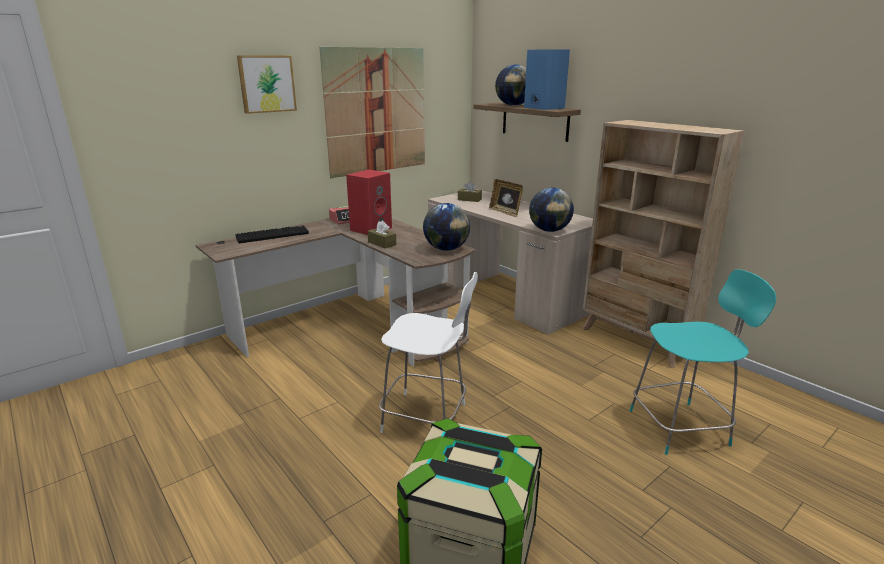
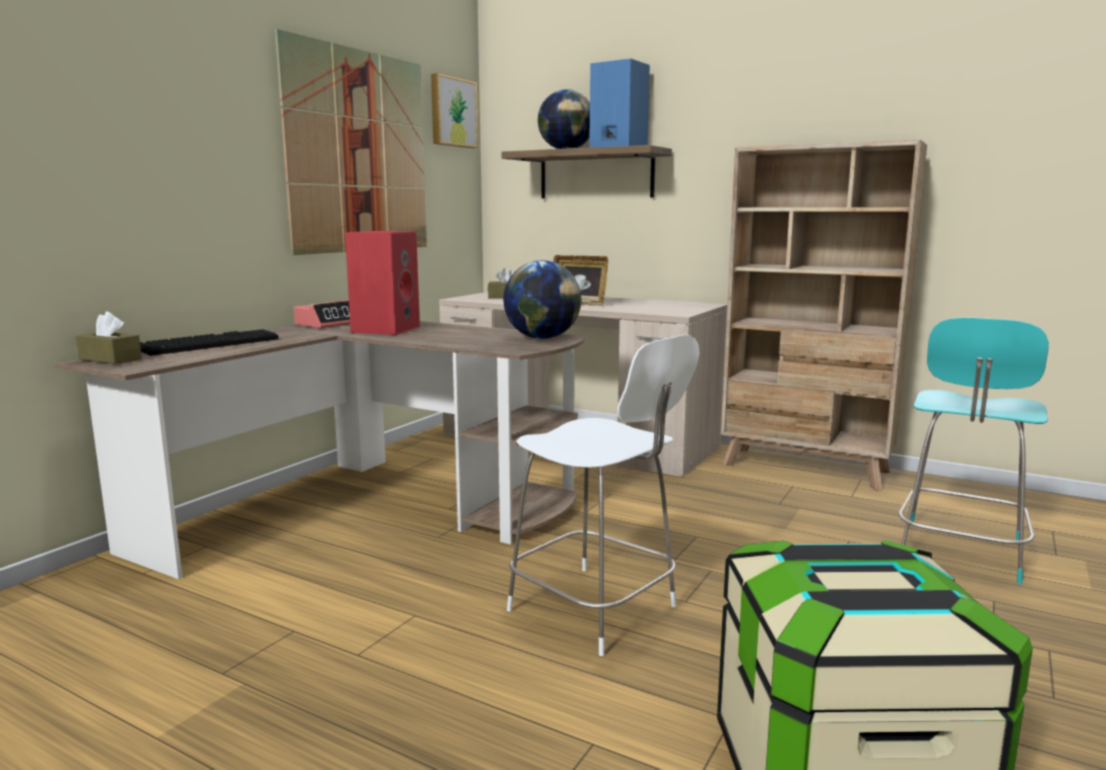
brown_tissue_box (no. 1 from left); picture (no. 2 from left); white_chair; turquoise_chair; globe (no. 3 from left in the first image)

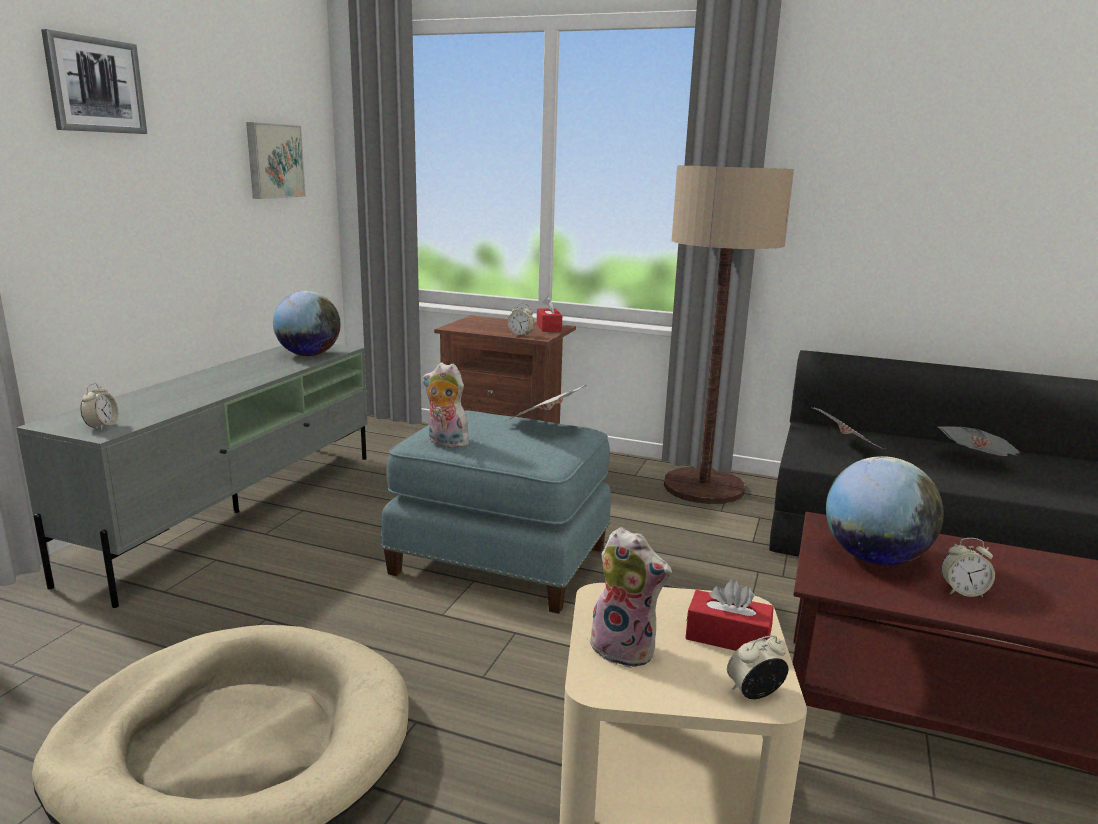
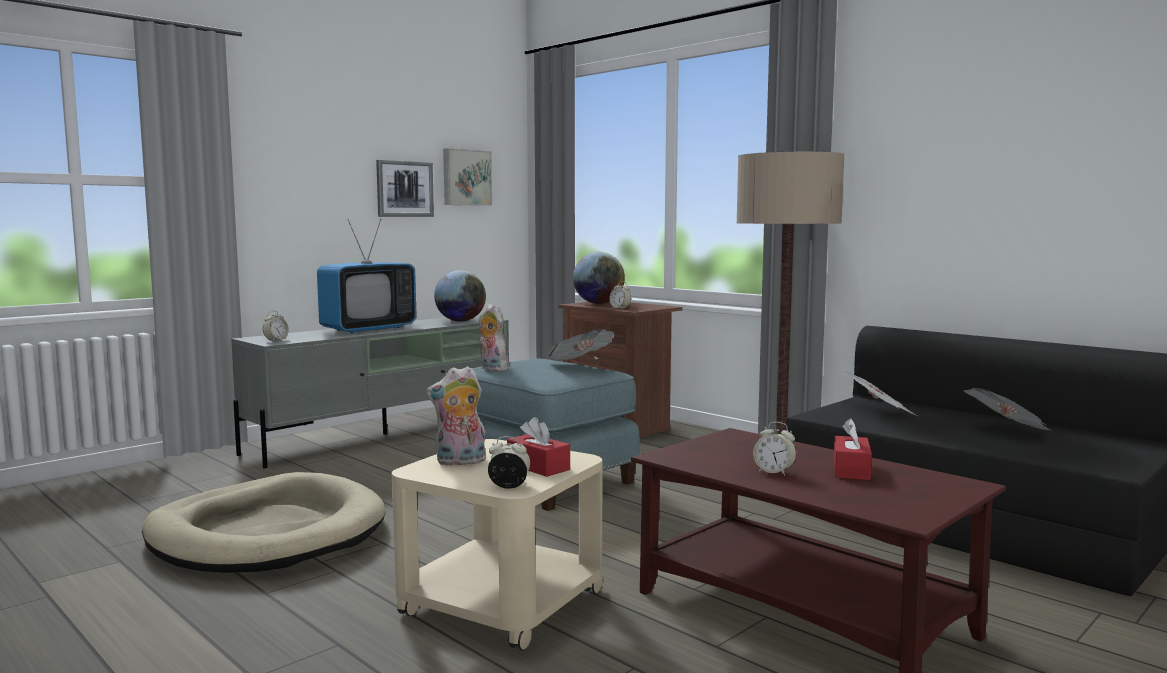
television; picture (no. 1 from left); plush_toy (no. 1 from left); globe (no. 2 from left); red_tissue_box (no. 2 from left)

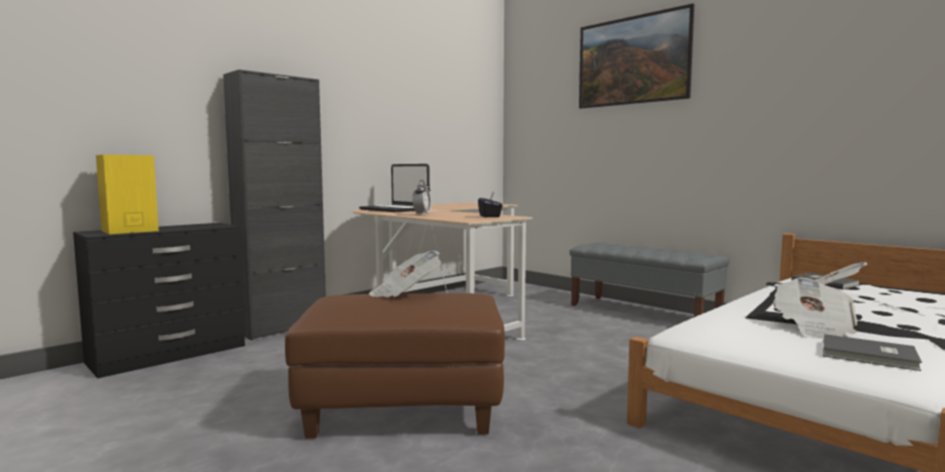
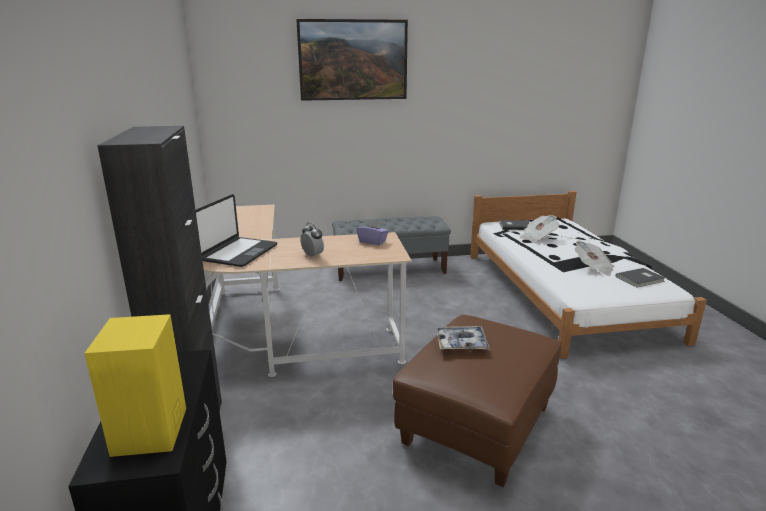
laptop; purple_tissue_box; tray

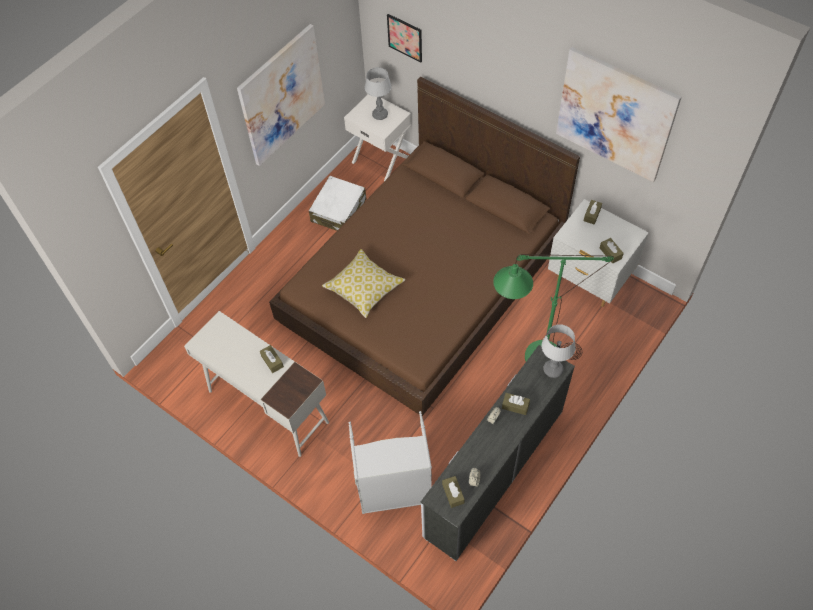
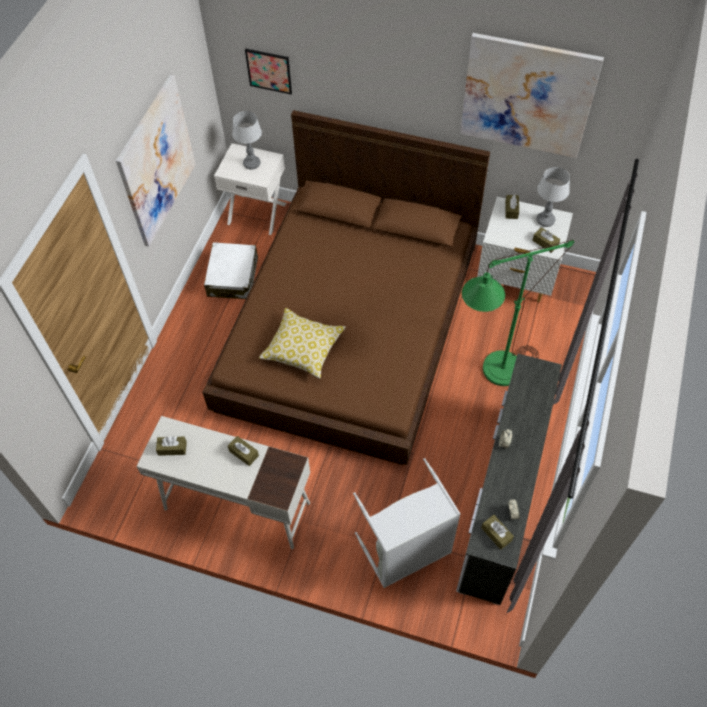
brown_tissue_box (no. 1 from left); table_lamp (no. 2 from left)

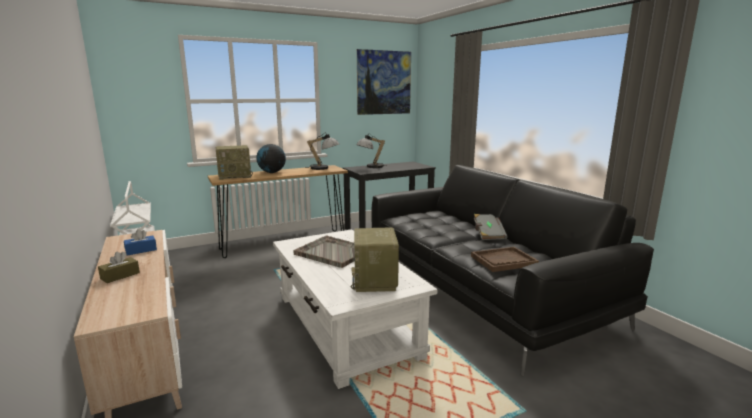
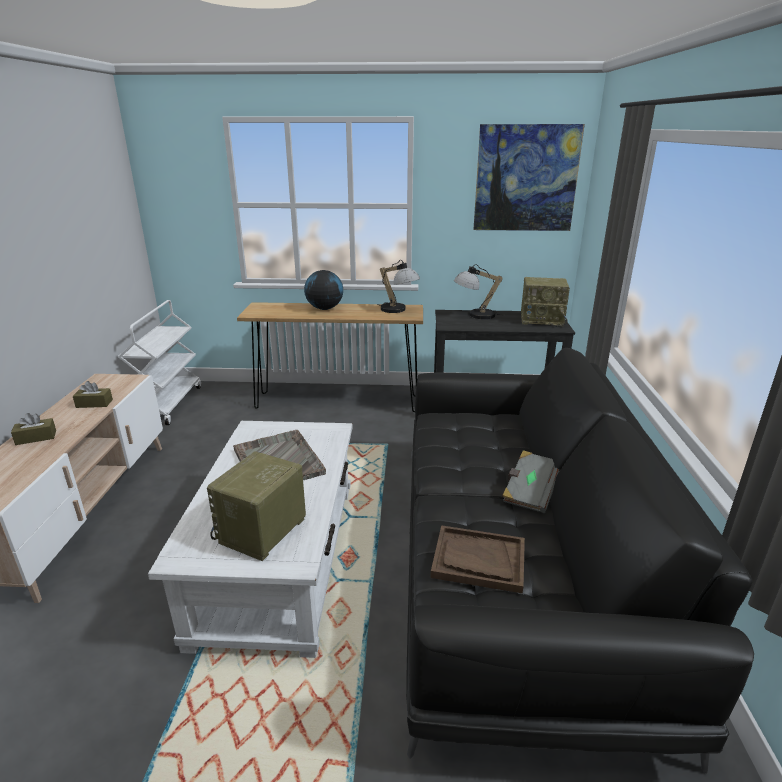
brown_tissue_box (no. 2 from left); radio (no. 2 from left)

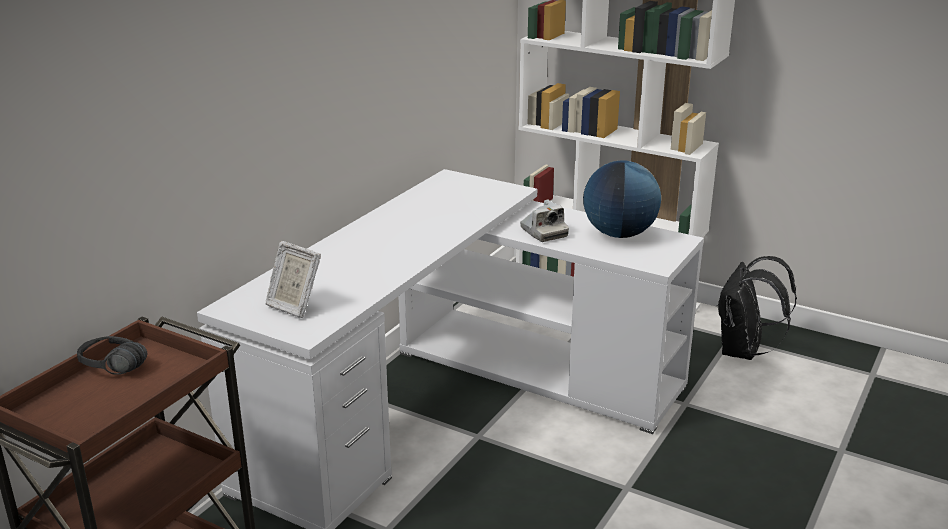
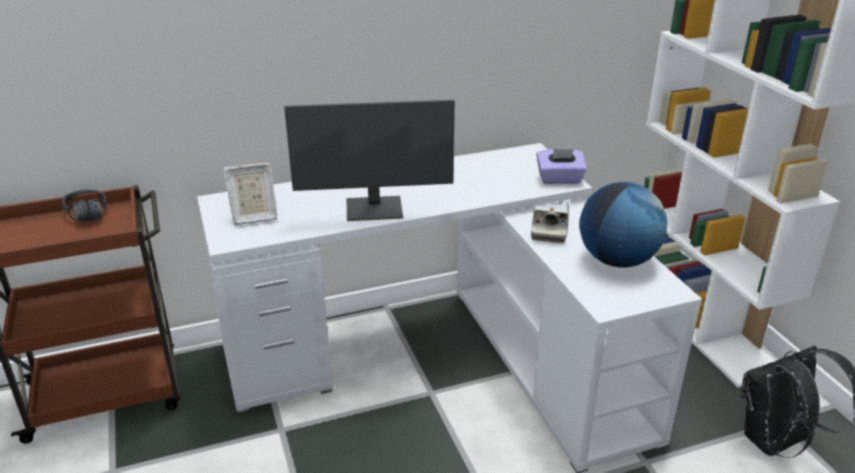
picture_frame; monitor; purple_tissue_box

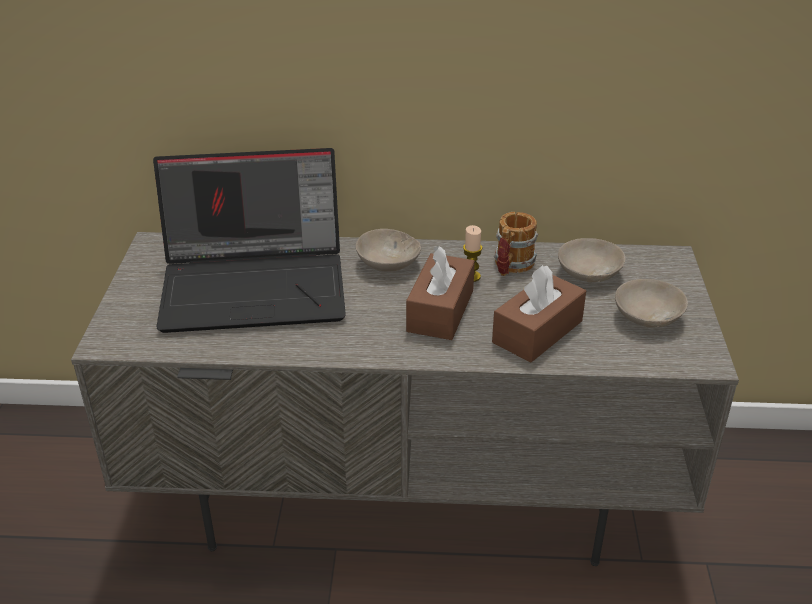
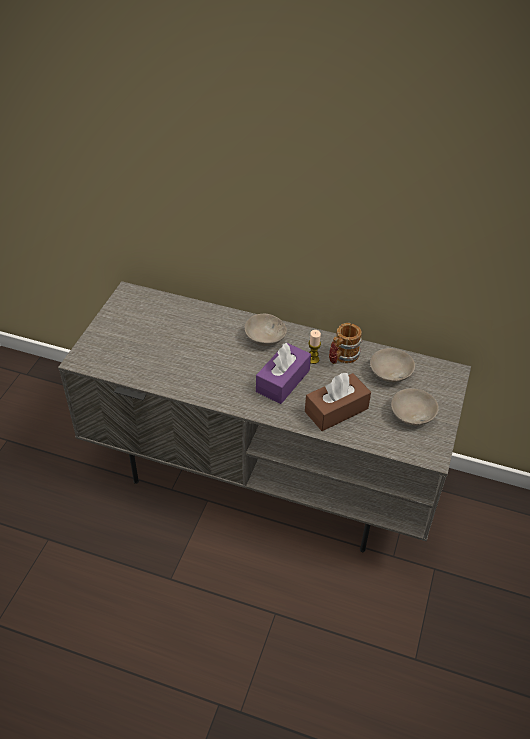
purple_tissue_box; laptop

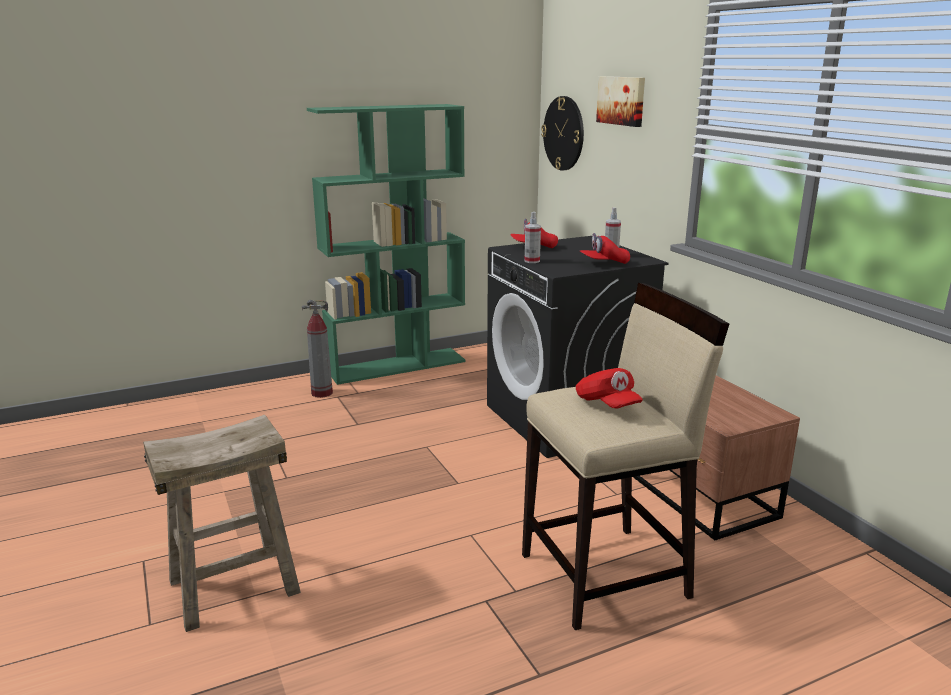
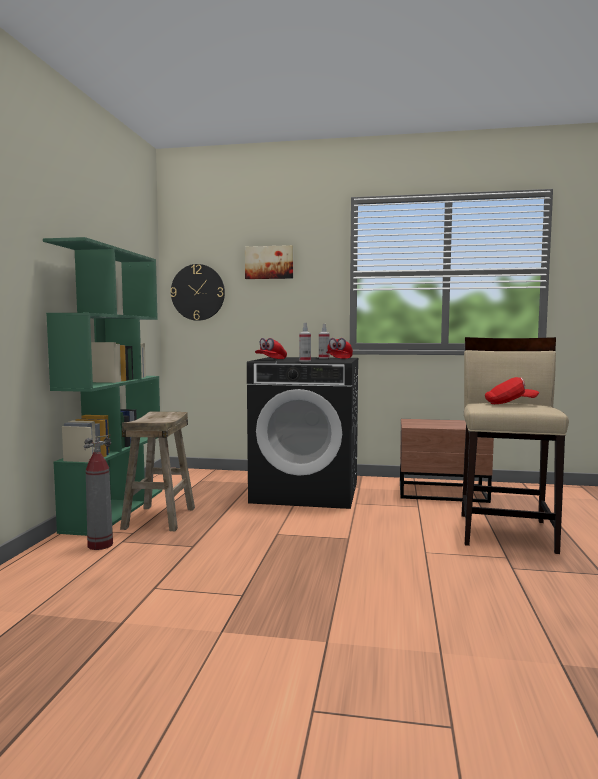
beige_stool (no. 1 from left)

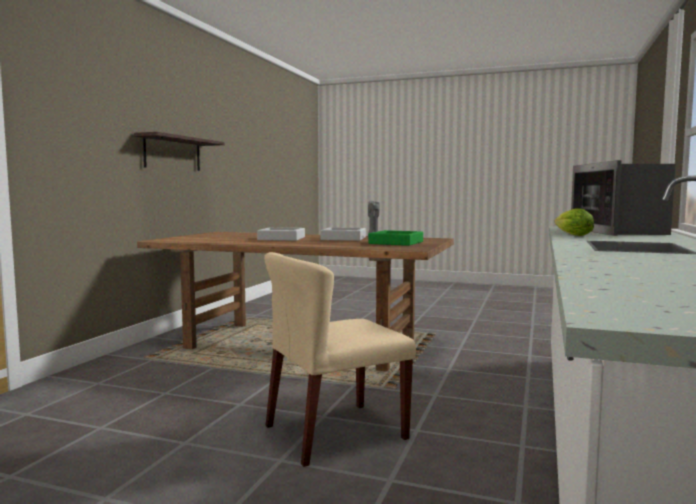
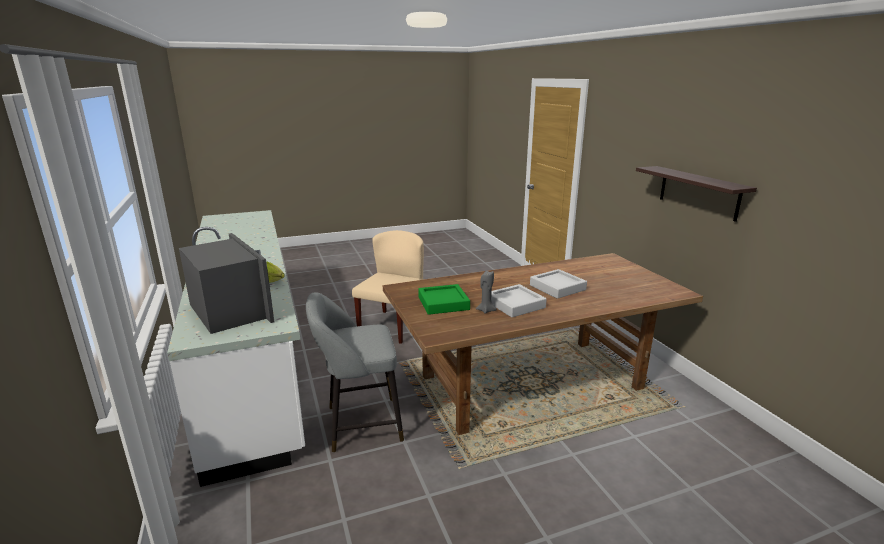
grey_stool

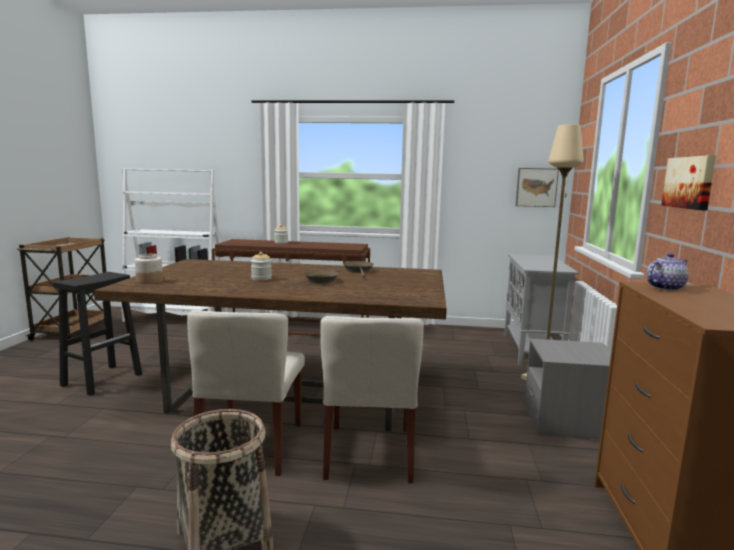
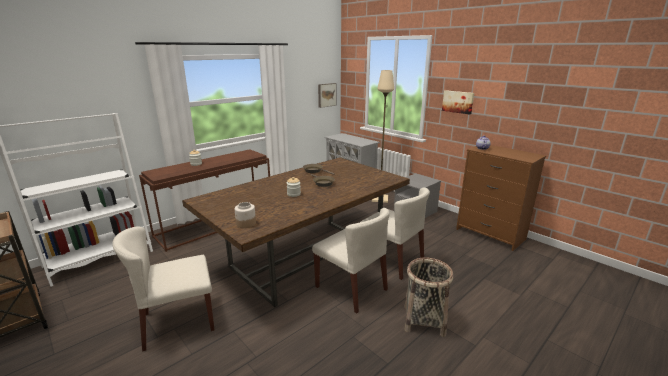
beige_chair (no. 1 from left)

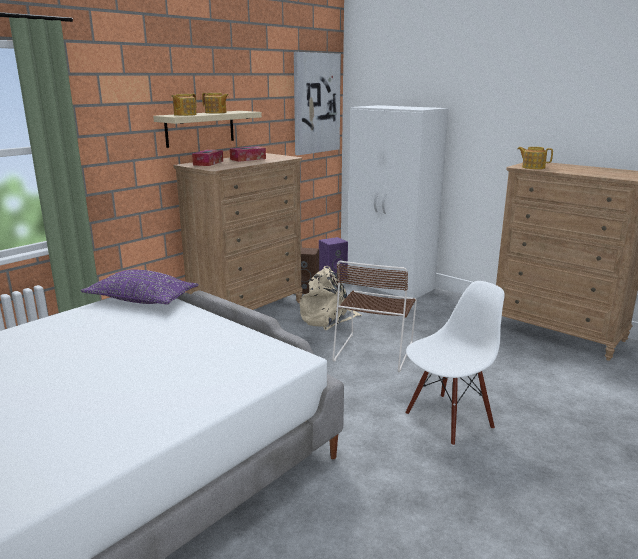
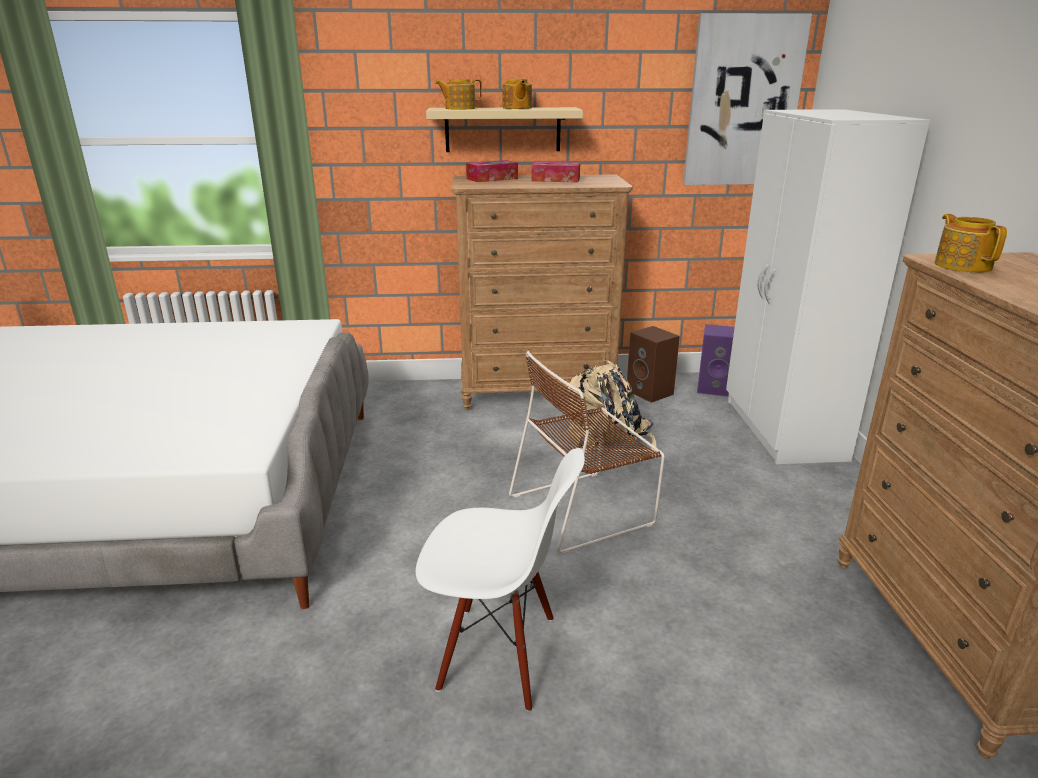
purple_pillow

